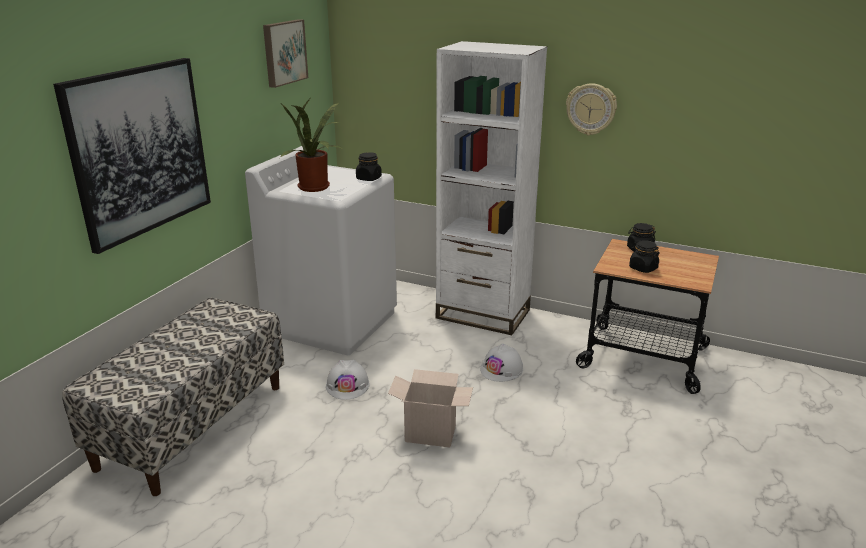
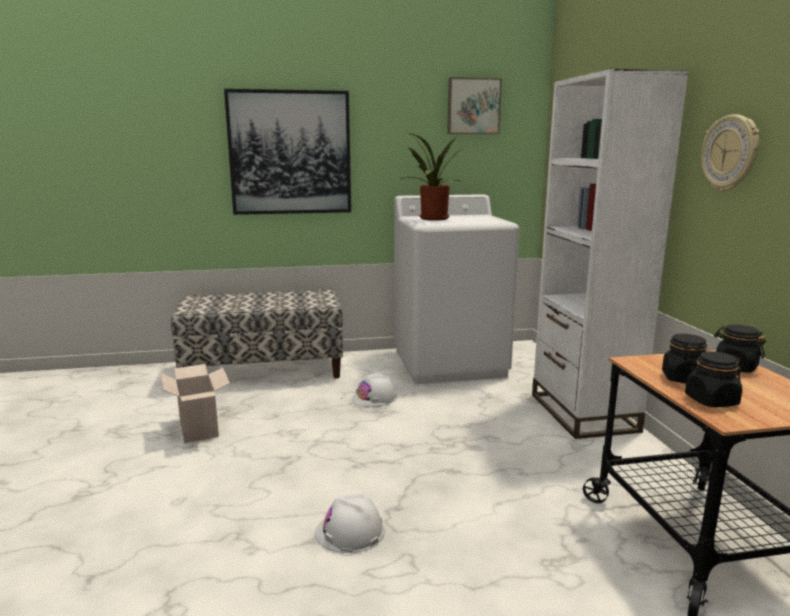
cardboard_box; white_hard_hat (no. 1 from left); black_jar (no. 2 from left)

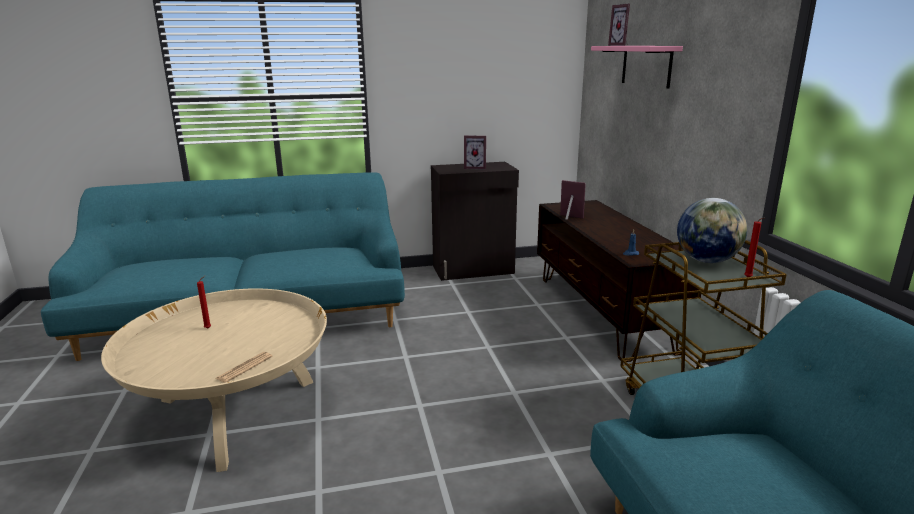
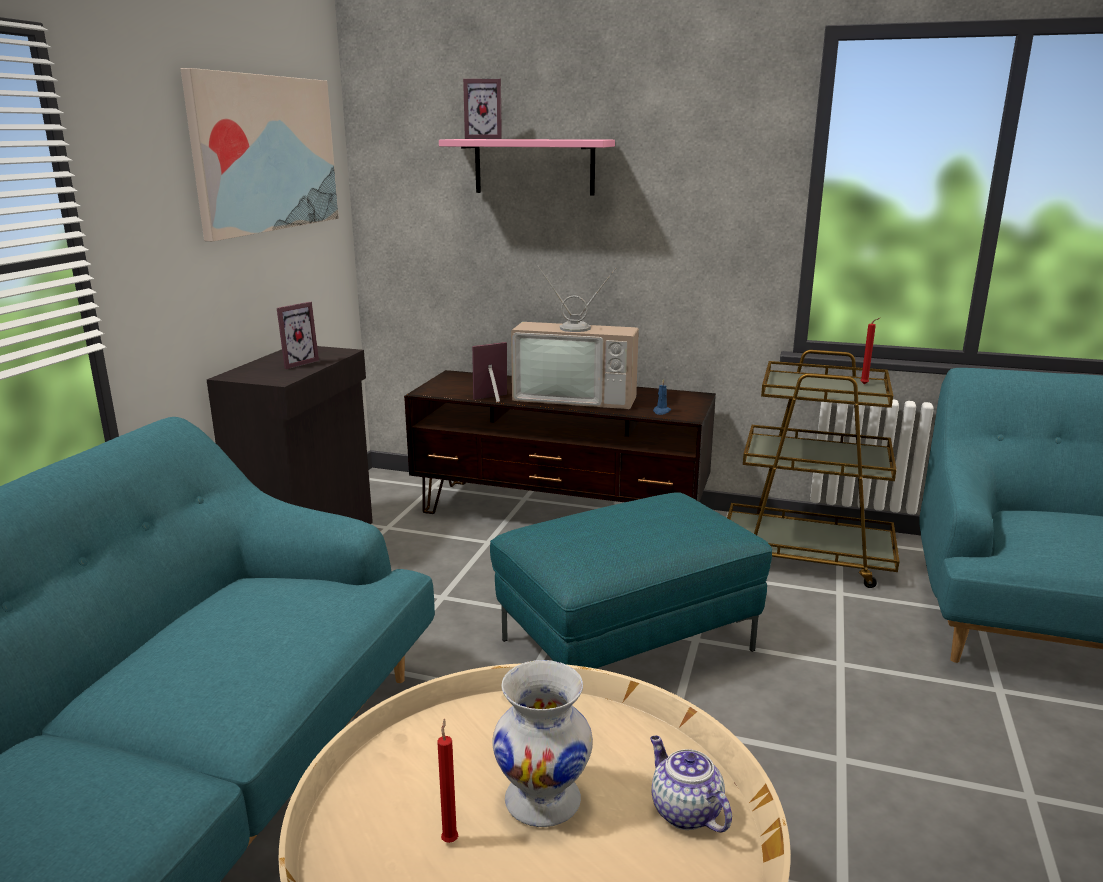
picture; turquoise_ottoman; white_vase; television; teapot; globe

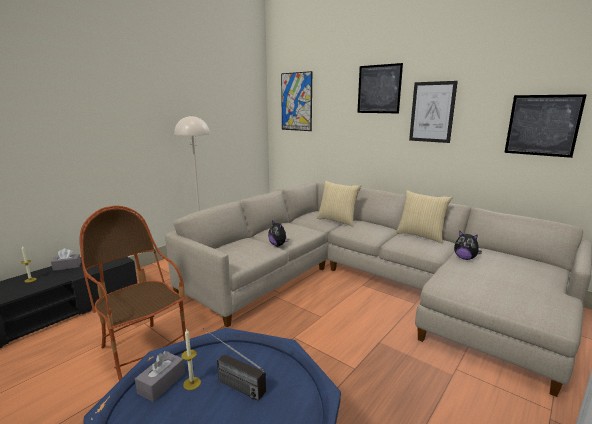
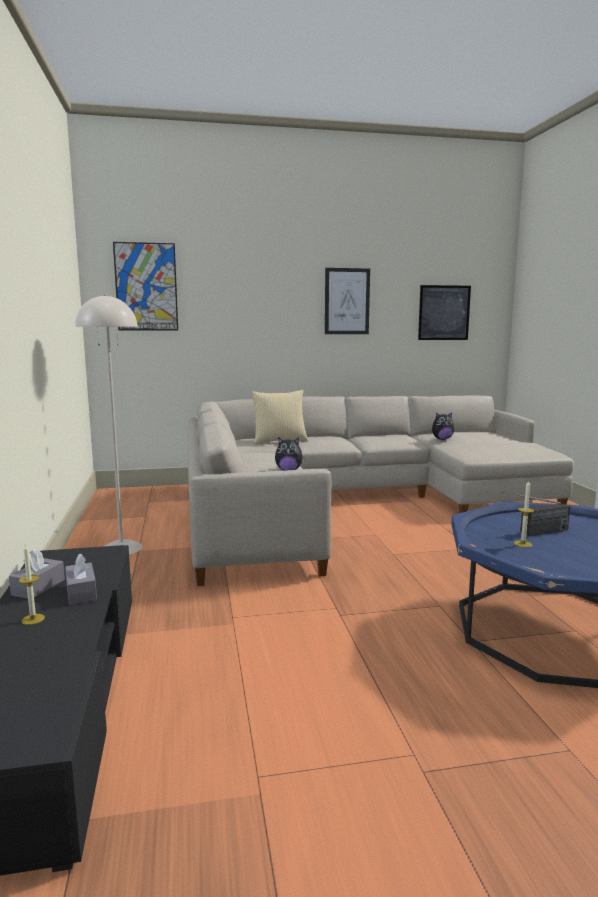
grey_tissue_box (no. 2 from left); armchair; picture (no. 2 from left in the first image); pillow (no. 2 from left in the first image)

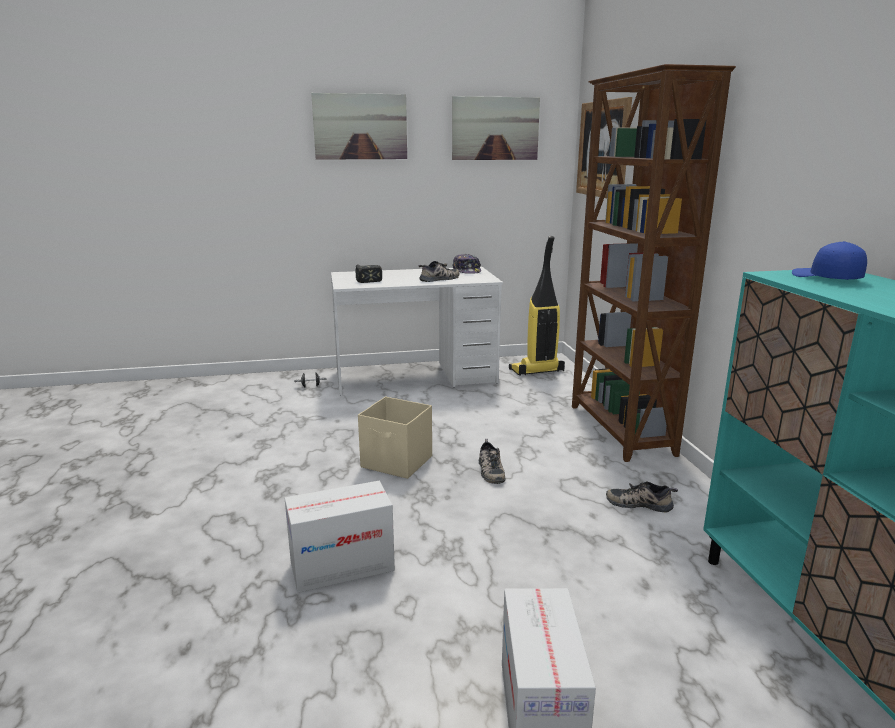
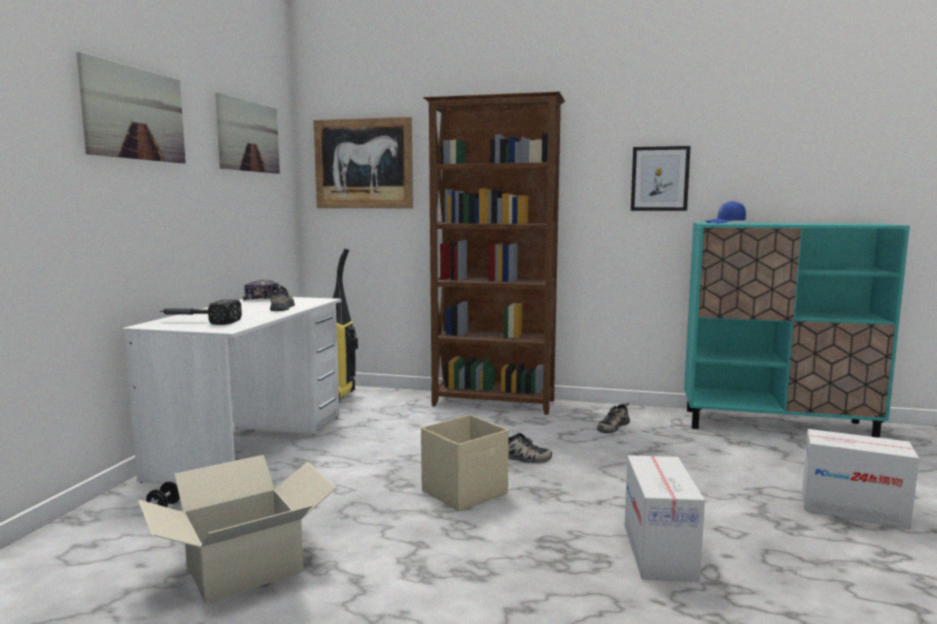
cardboard_box (no. 1 from left); picture (no. 4 from left)

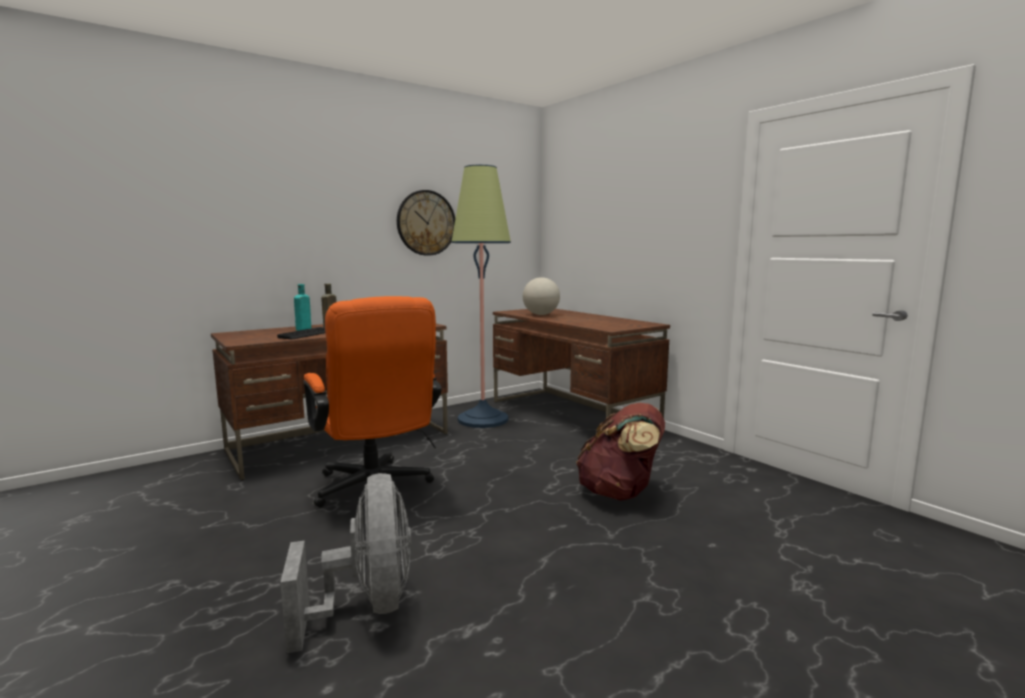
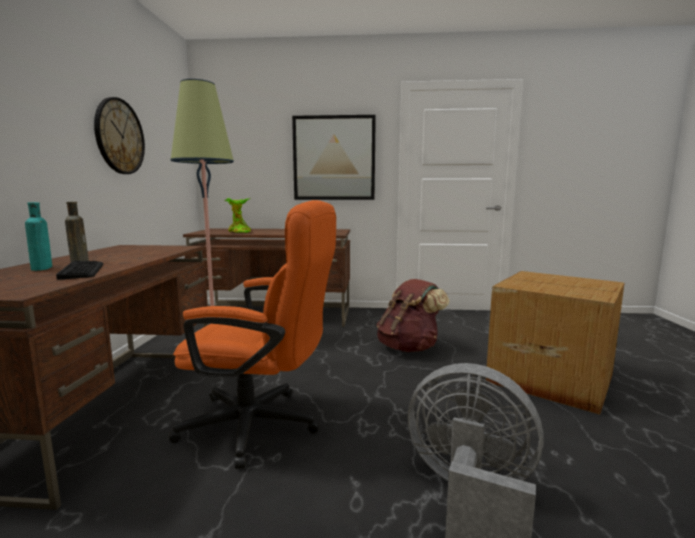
potted_plant; picture; cardboard_box

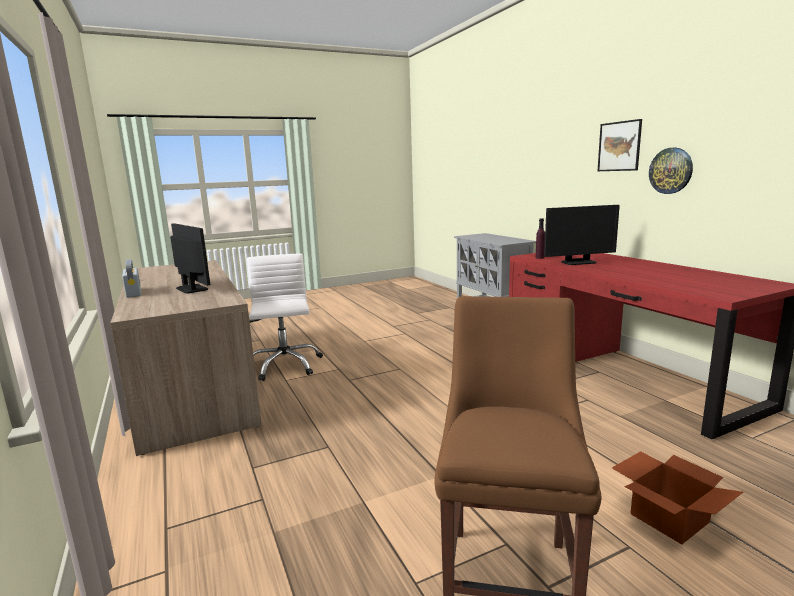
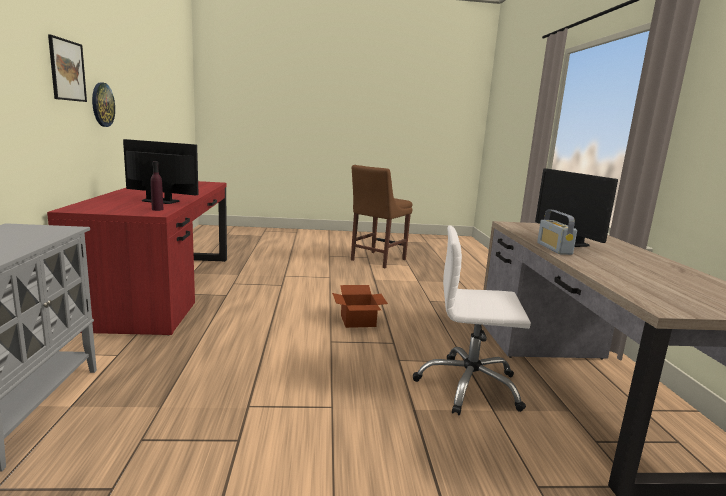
cardboard_box; white_office_chair; radio

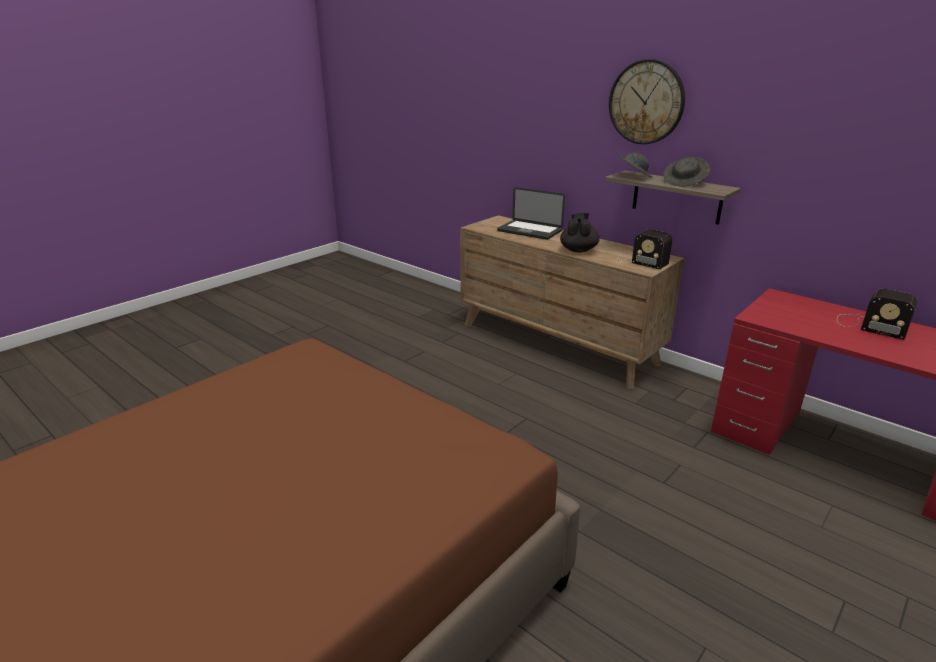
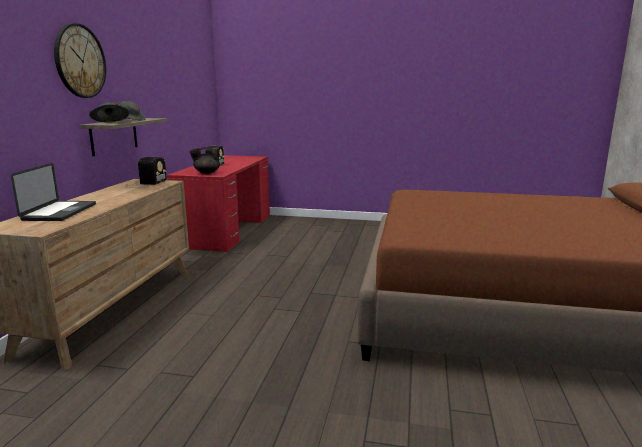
black_teapot

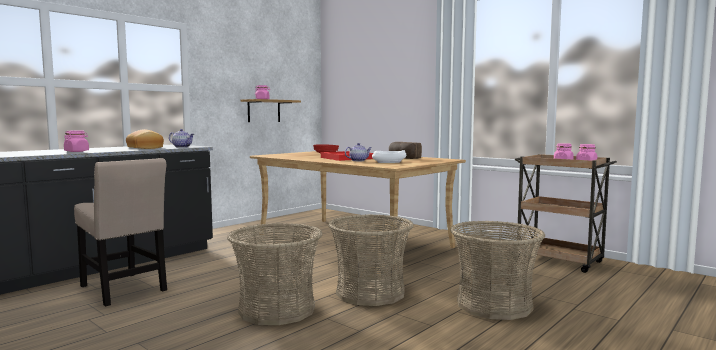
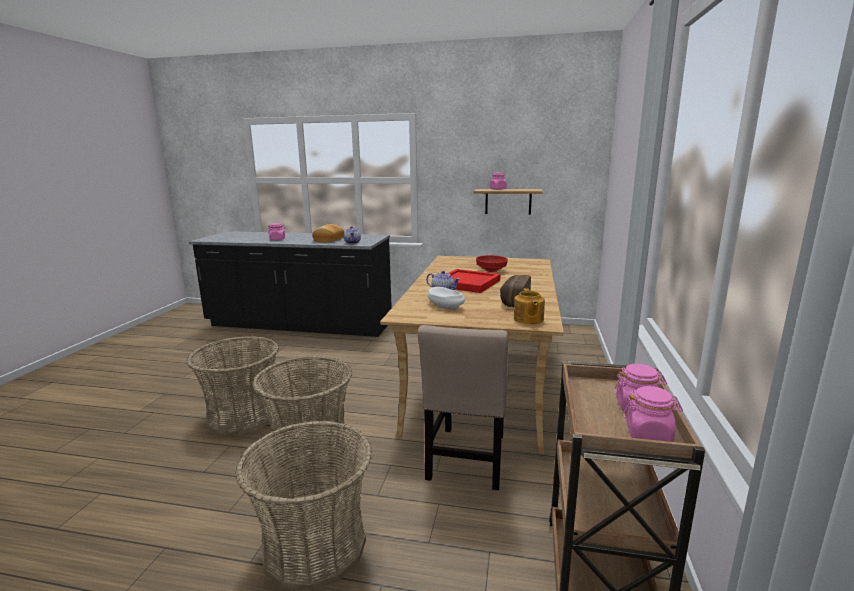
beige_chair; teapot (no. 3 from left)

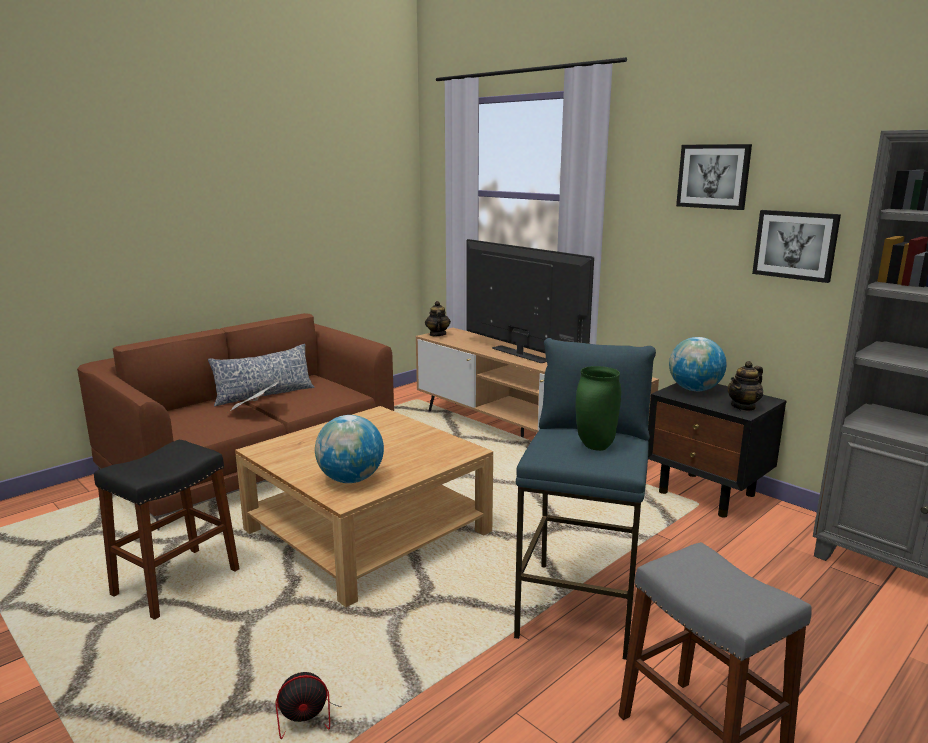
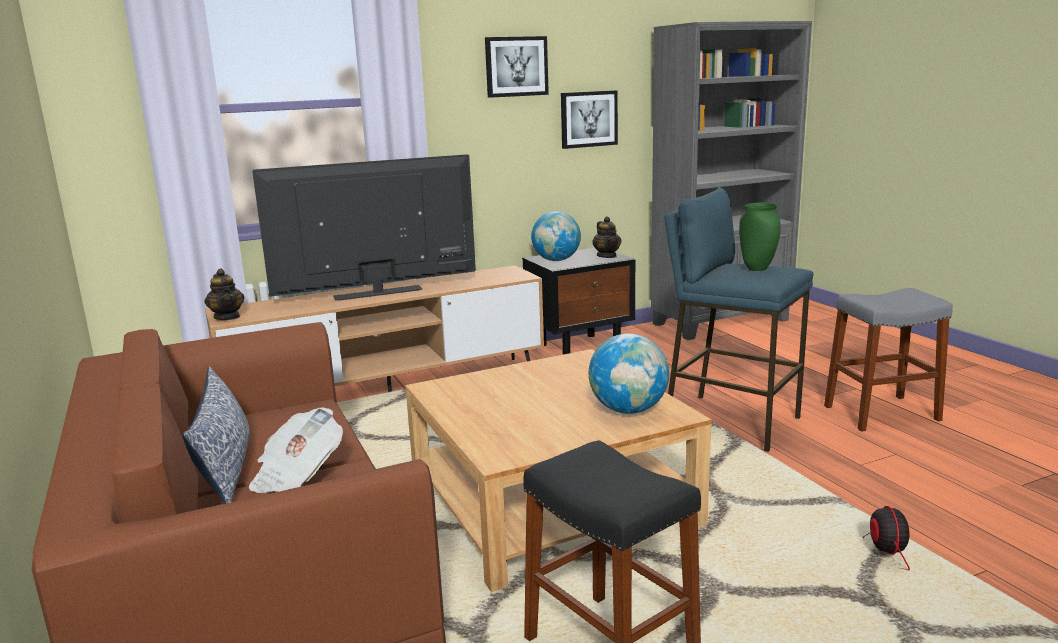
teapot (no. 1 from left)

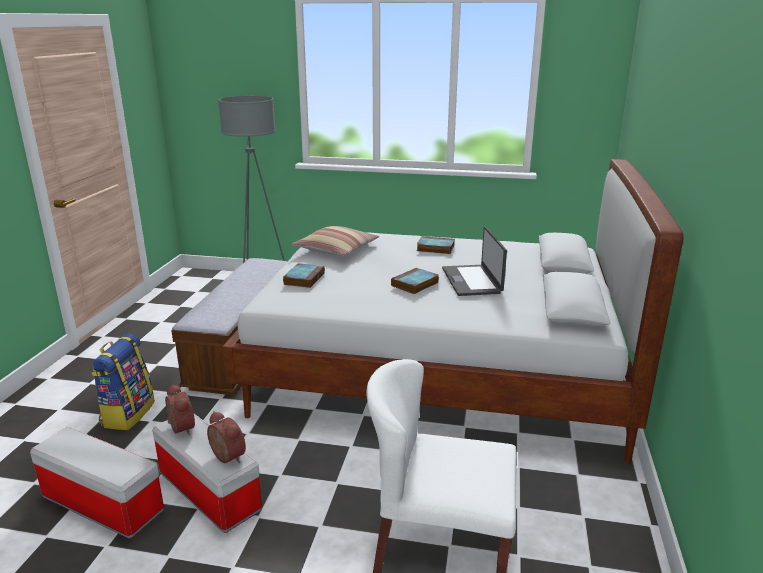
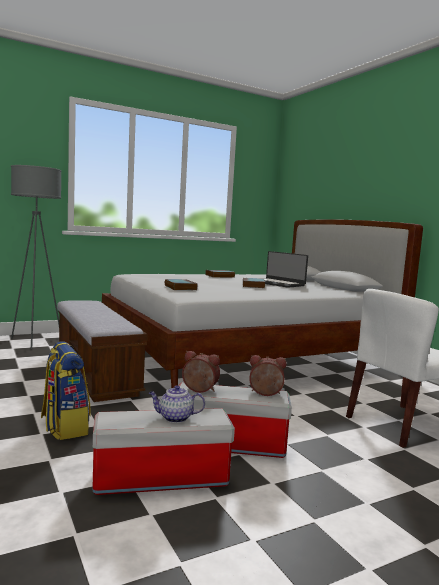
teapot; pillow

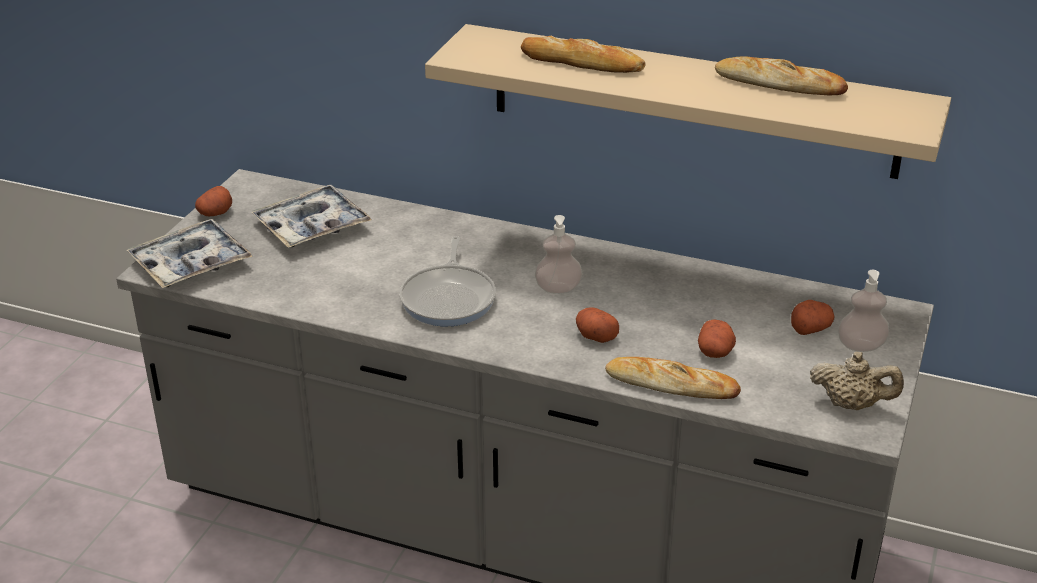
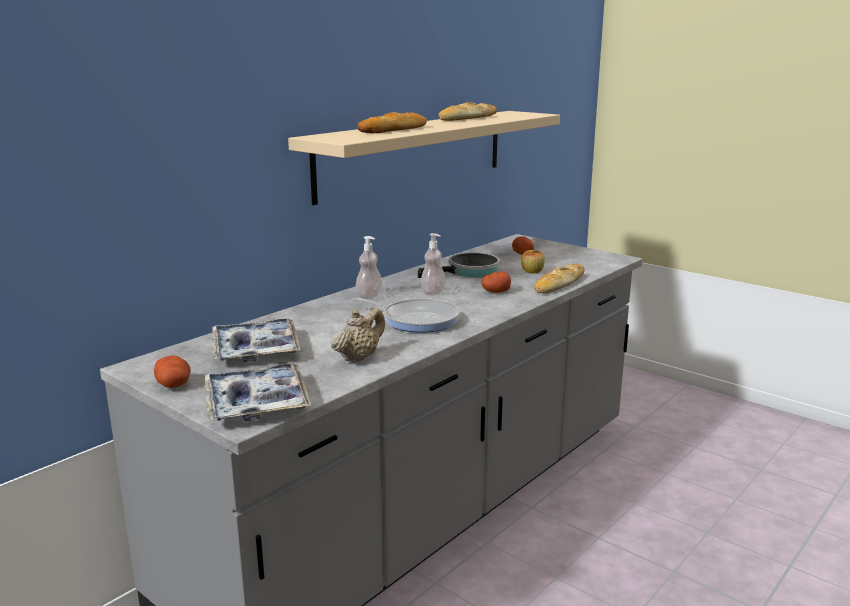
beige_teapot; soap_dispenser (no. 1 from left); frying_pan (no. 2 from left); apple

